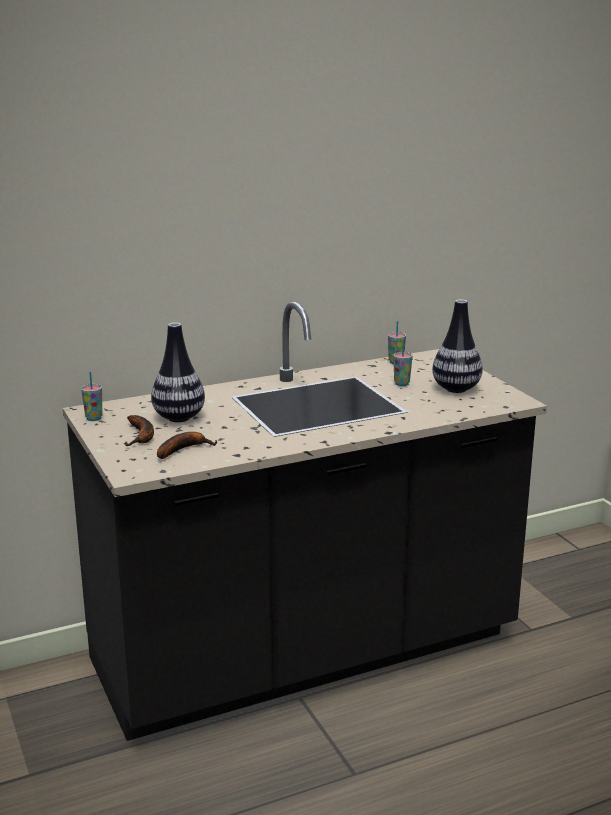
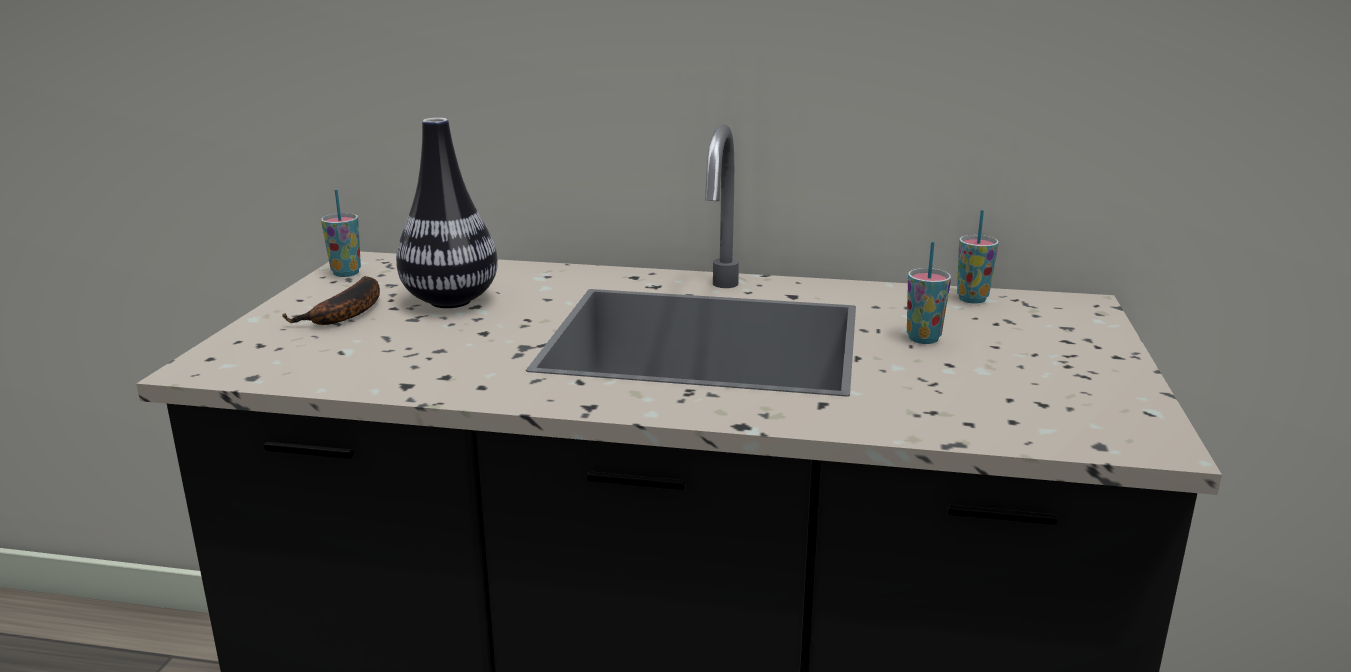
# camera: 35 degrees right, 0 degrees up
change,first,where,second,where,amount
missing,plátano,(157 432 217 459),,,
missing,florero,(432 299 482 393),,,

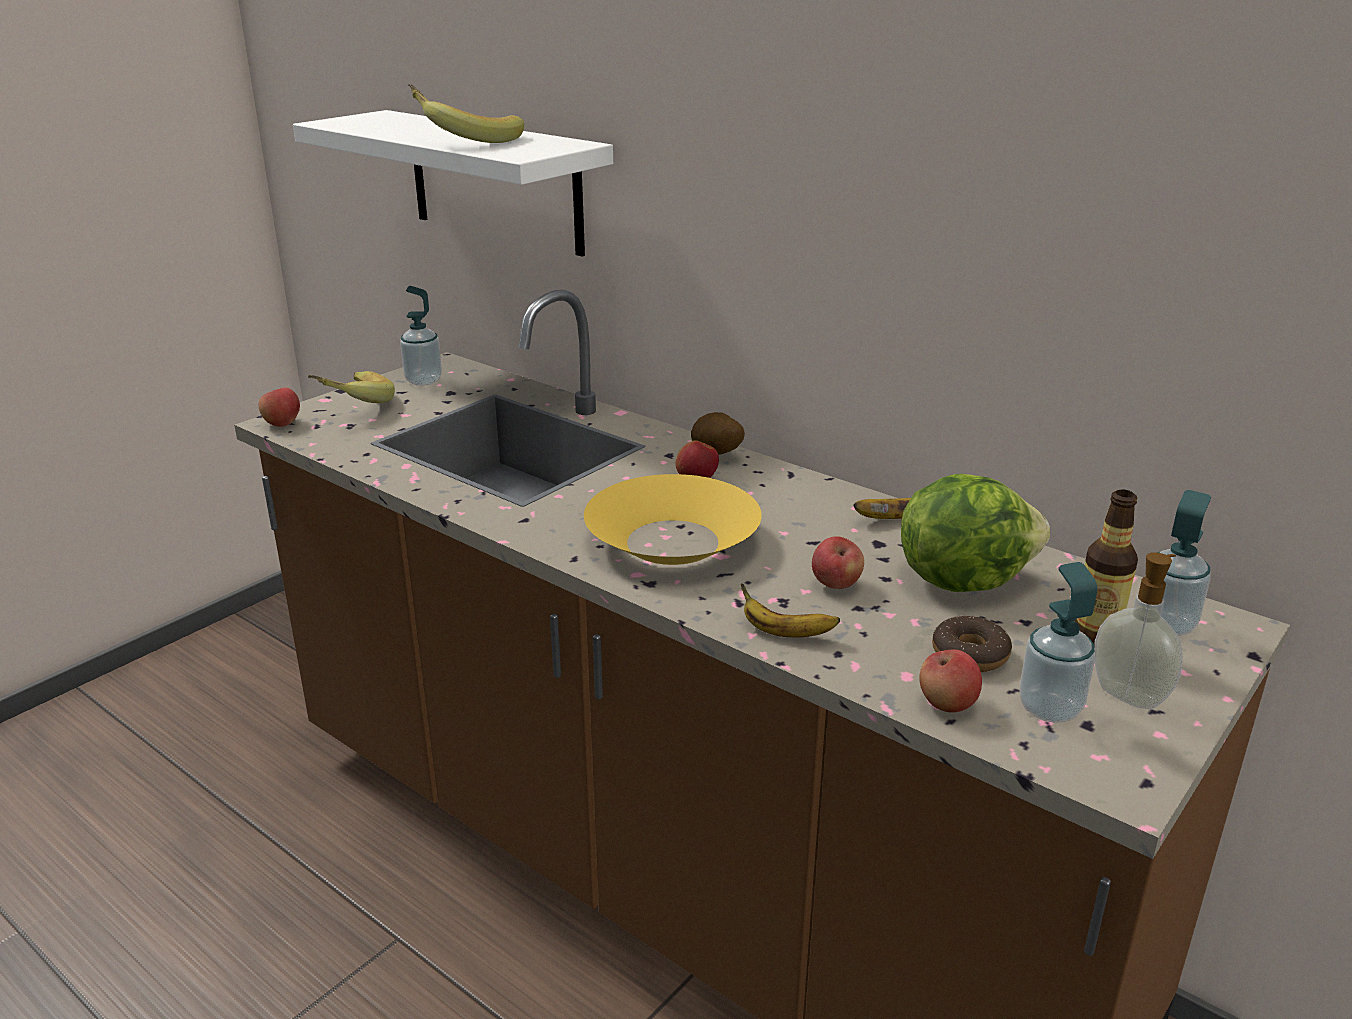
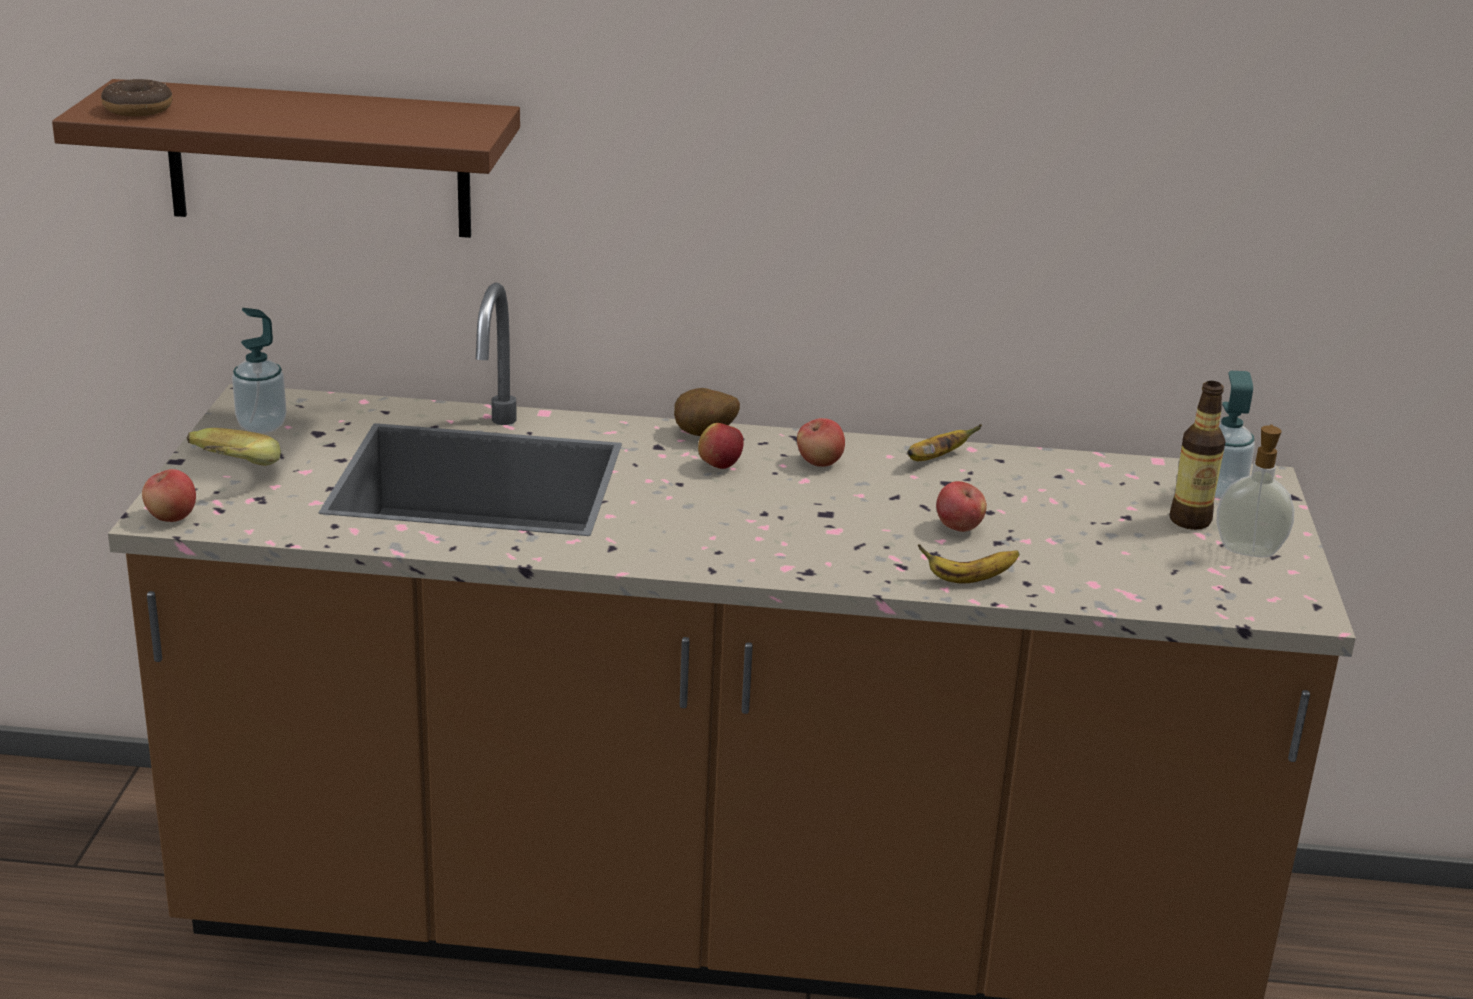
# camera: 35 degrees left, 0 degrees up
change,first,where,second,where,amount
missing,plátano,(408 84 524 143),,,
missing,cuenco (amarillo),(584 474 762 565),,,
missing,lechuga,(901 474 1050 592),,,
missing,dispensador de jabón,(1020 562 1097 723),,,
relocated,manzana,(919 650 982 713),,(797 418 845 467),
relocated,rosquilla,(932 616 1012 672),,(101 79 173 116),
colour,estante (blanco),(293 110 613 257),estante (marrón),(52 79 520 238),

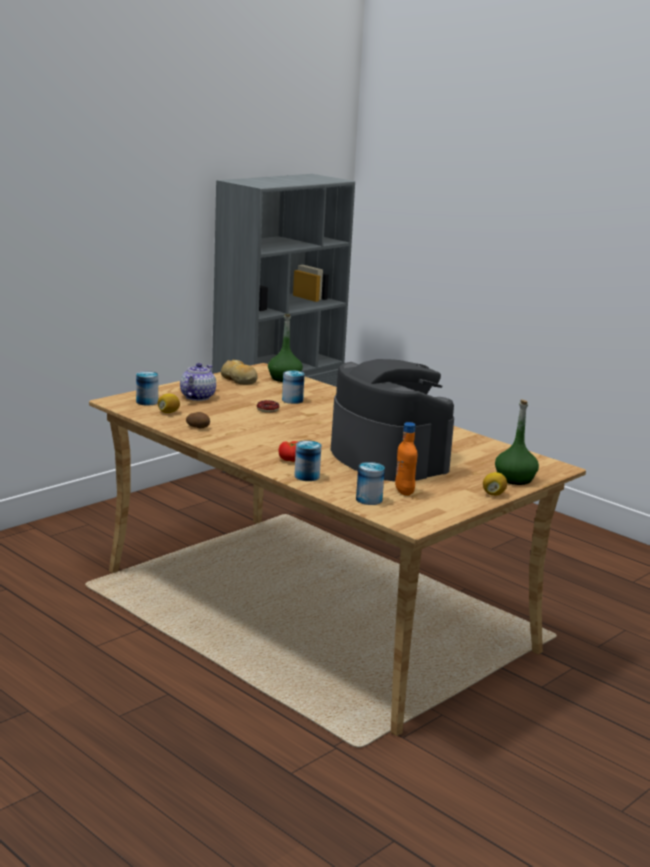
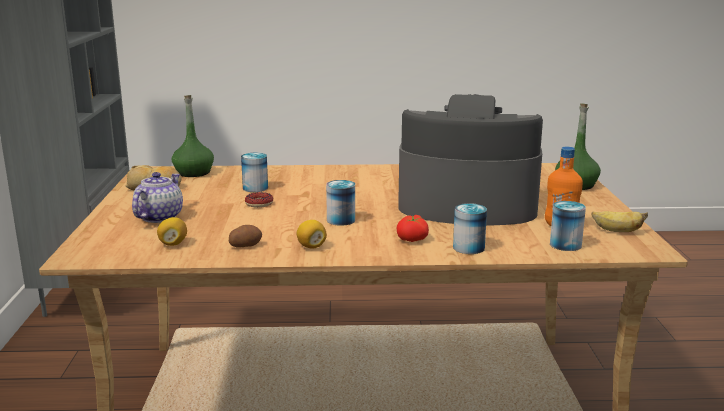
# camera: 45 degrees left, 0 degrees up
change,first,where,second,where,amount
appeared,,,plátano,(592 211 648 232),
relocated,lata,(136 371 158 406),,(326 180 355 226),
relocated,limón,(483 472 507 496),,(296 220 327 248),
spun,tetera,(180 363 216 401),,(132 172 183 223),45 degrees clockwise

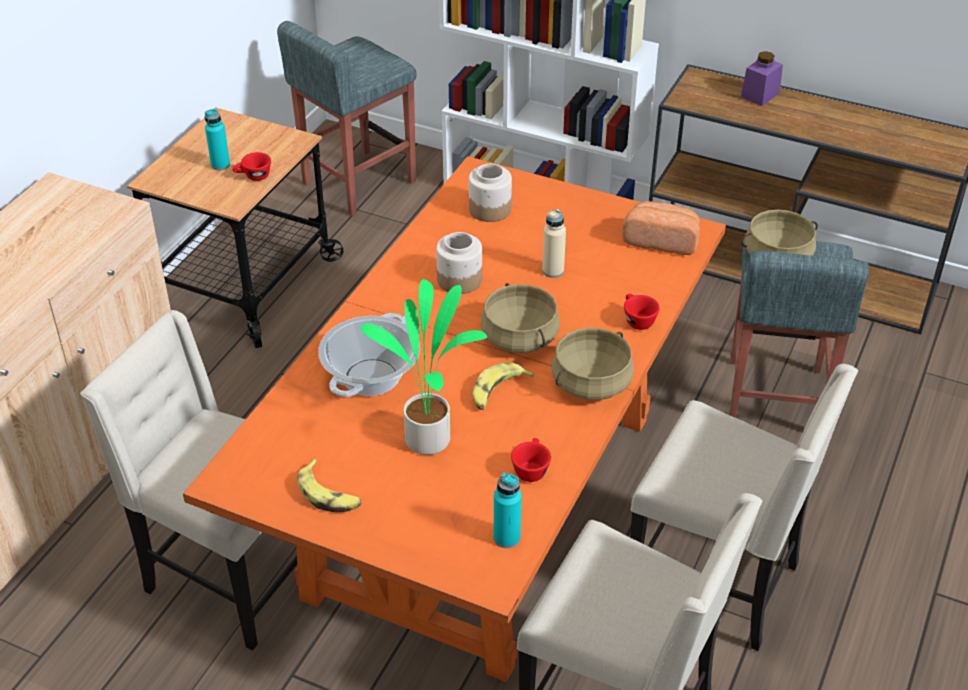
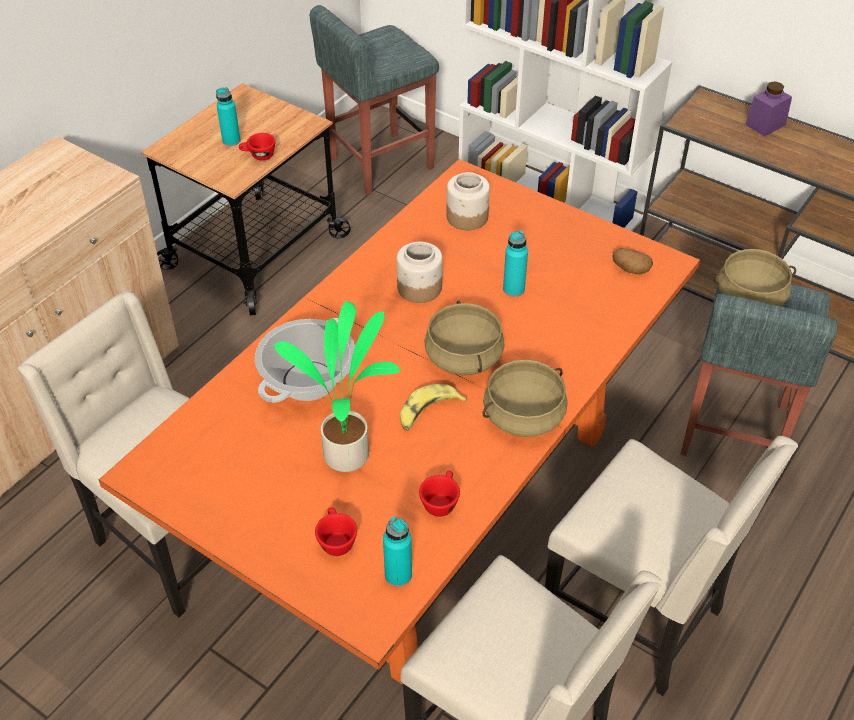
# camera: 10 degrees right, 5 degrees up
change,first,where,second,where,amount
missing,plátano,(297 459 362 512),,,
relocated,taza (rojo),(624 294 660 330),,(315 508 357 556),
exchanged,pan,(622 201 700 255),patata,(612 248 653 274),
colour,botella (beis),(542 209 566 278),botella (turquesa),(503 230 528 297),

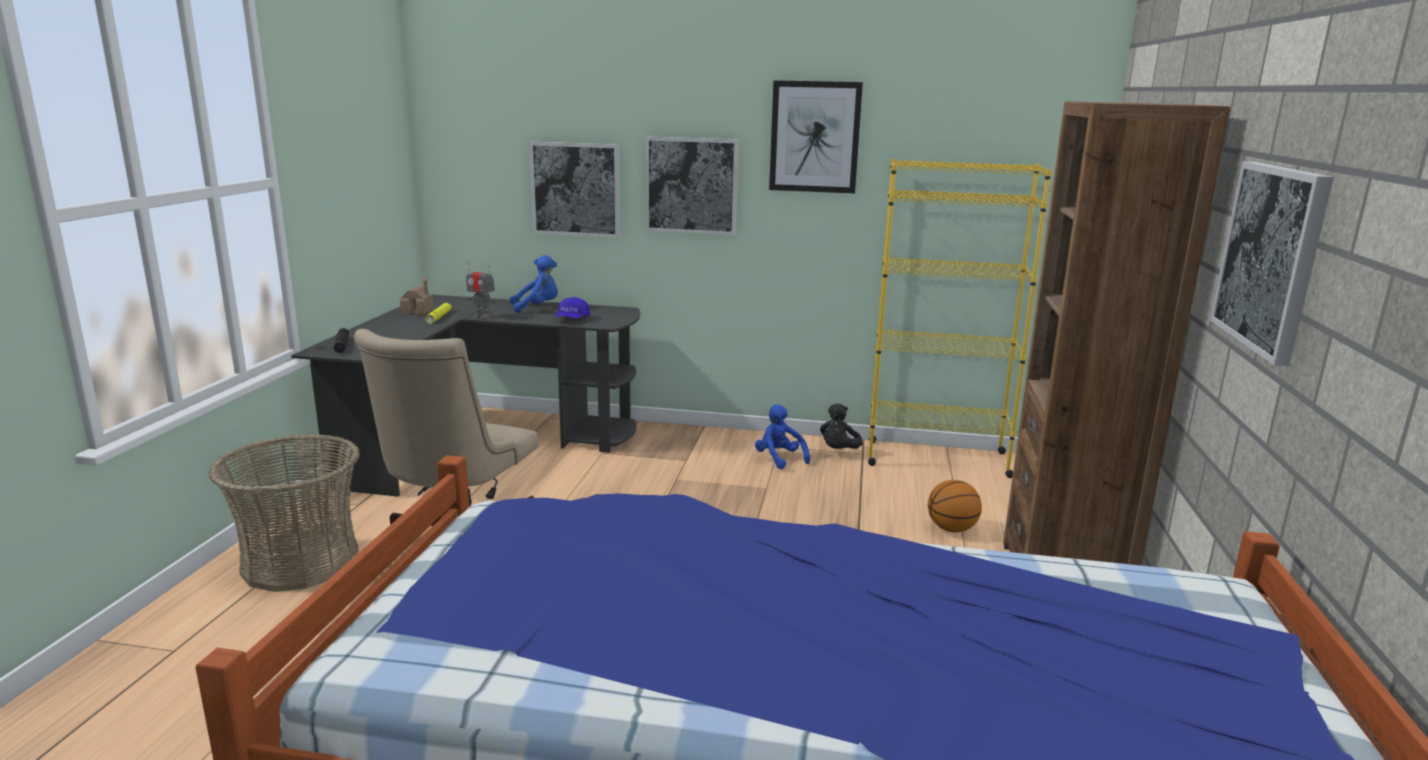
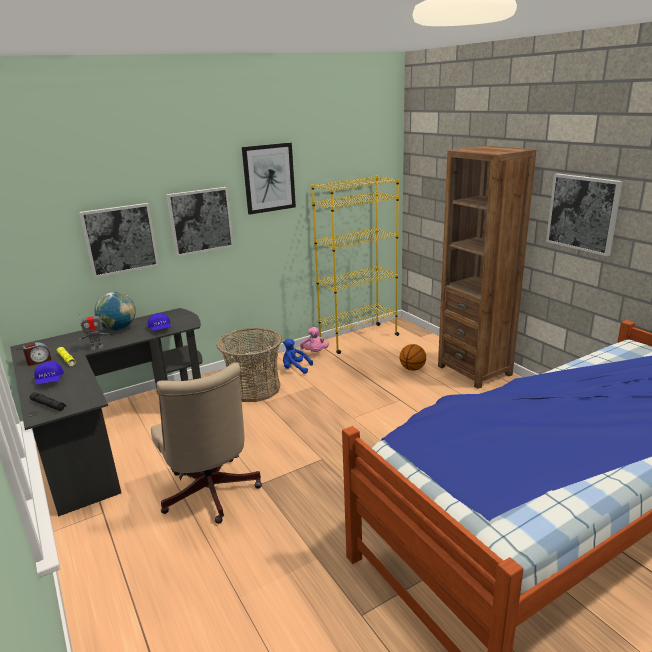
# camera: 40 degrees left, 5 degrees up
change,first,where,second,where,amount
appeared,,,gorra (azul),(34 362 64 385),
relocated,cesta,(209 434 360 592),,(216 327 282 402),
exchanged,casita,(400 276 434 315),despertador,(22 342 51 366),
exchanged,peluche (azul),(510 255 558 313),globo terráqueo,(94 292 136 330),
colour,peluche (negro),(820 404 863 449),peluche (rosa),(300 327 329 352),

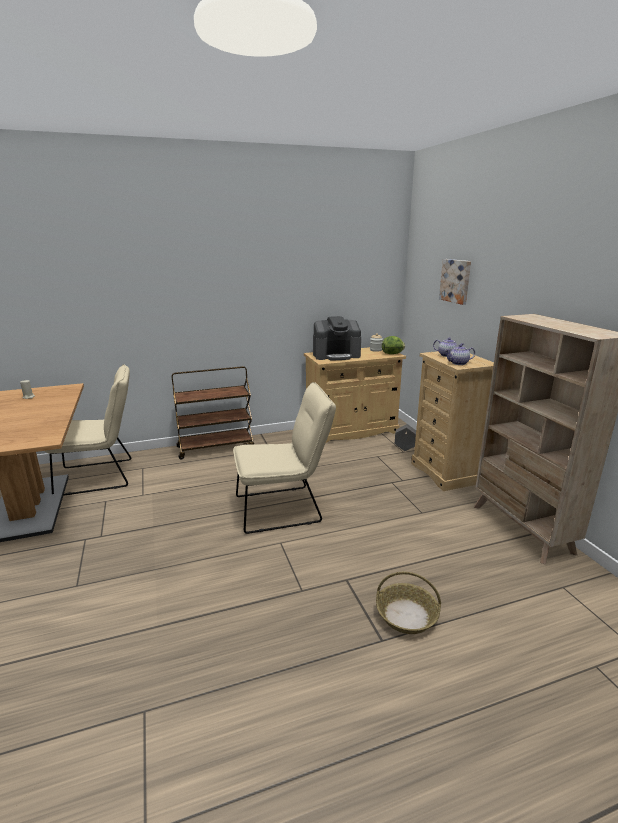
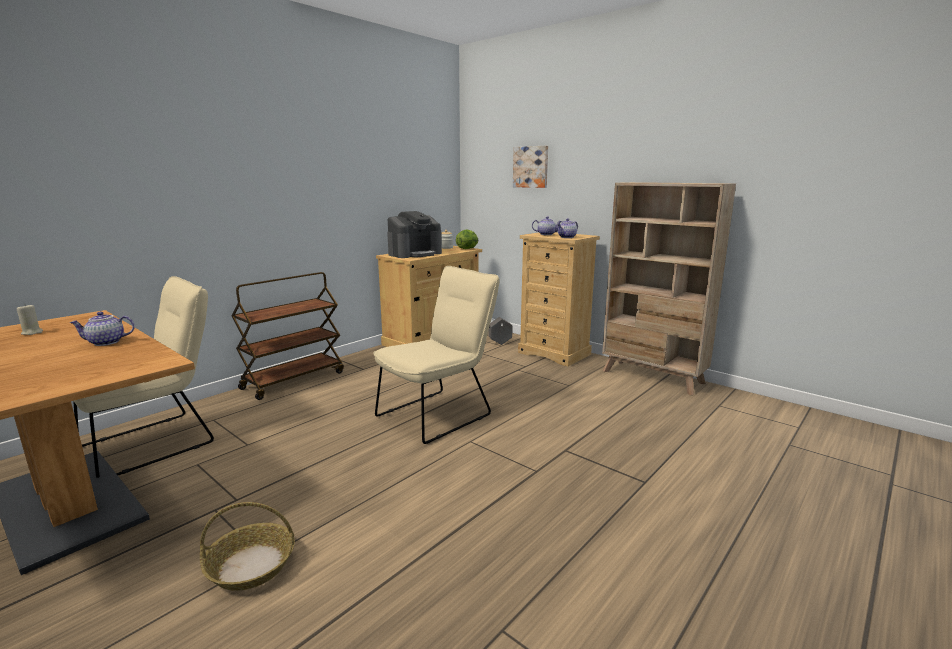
# camera: 30 degrees left, 5 degrees down
change,first,where,second,where,amount
appeared,,,tetera,(69 312 135 346),
relocated,cesta,(376 572 441 634),,(200 502 295 591),

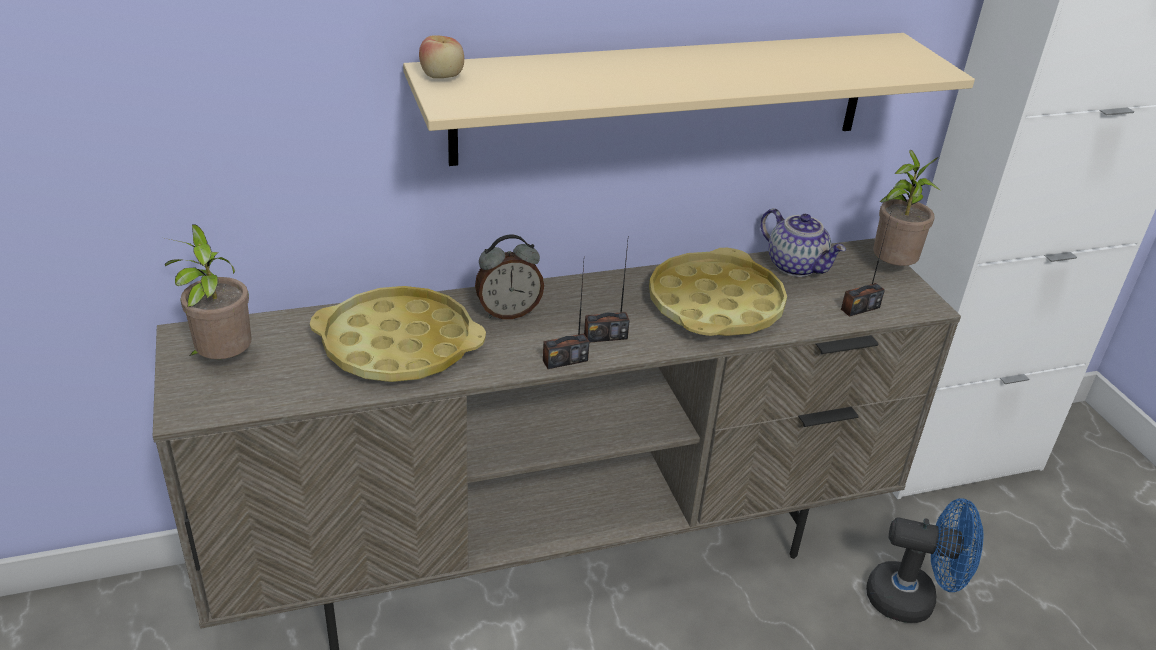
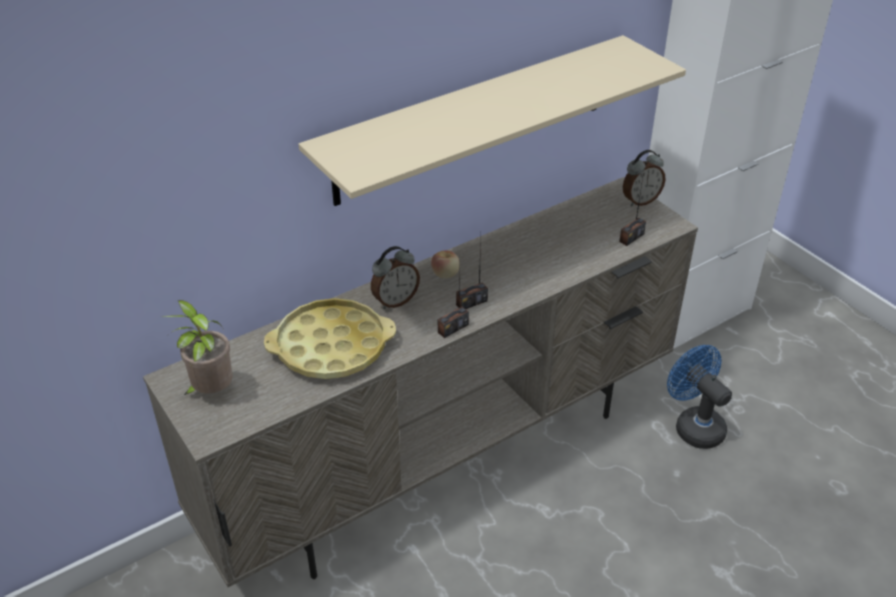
# camera: 15 degrees left, 5 degrees up
change,first,where,second,where,amount
missing,bandeja (amarillo),(649 248 787 336),,,
missing,tetera,(760 208 846 277),,,
relocated,manzana,(419 35 464 78),,(431 250 459 278),
exchanged,planta en maceta,(873 150 940 266),despertador,(623 150 665 207),
spun,ventilador (azul),(866 498 983 623),,(667 345 732 449),120 degrees counterclockwise

